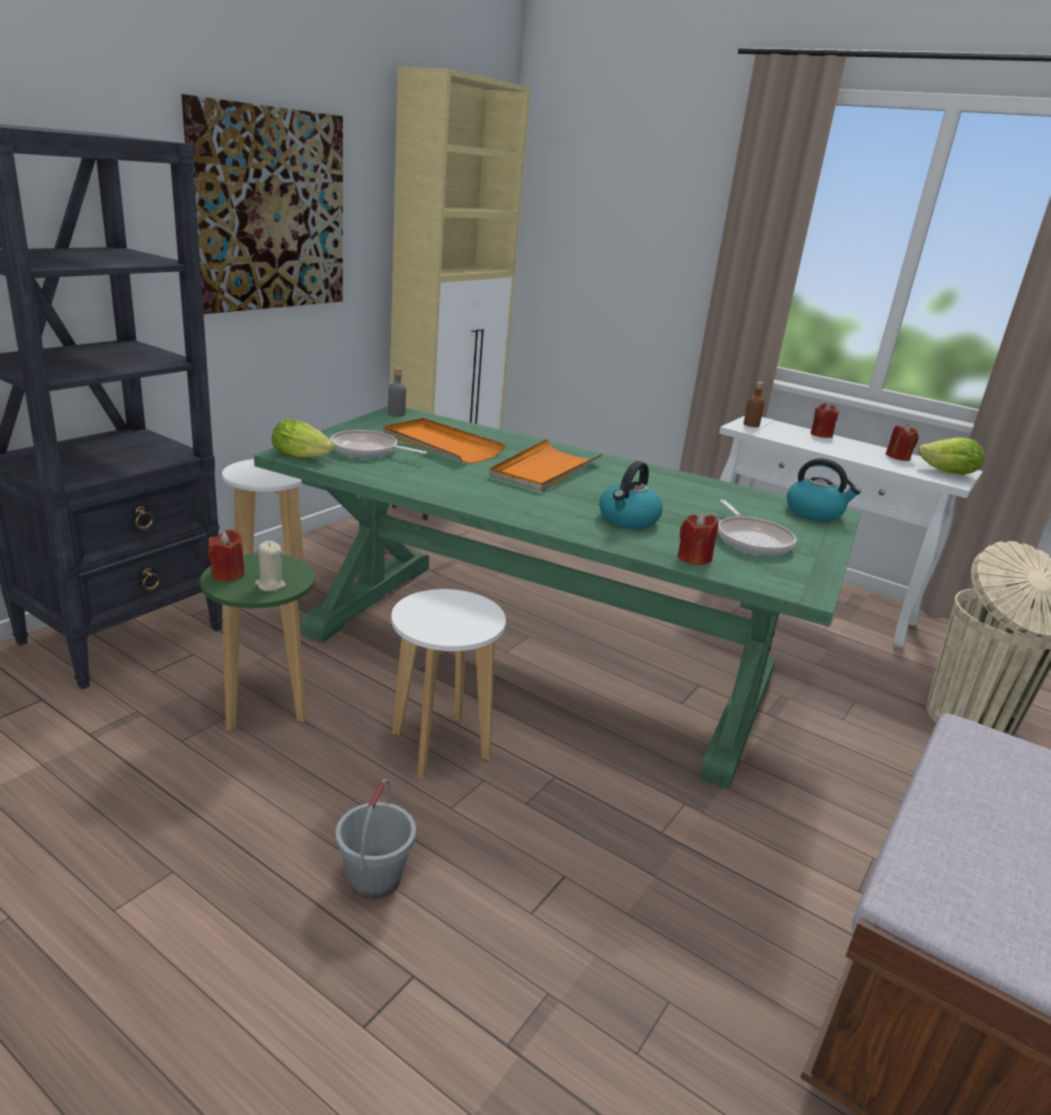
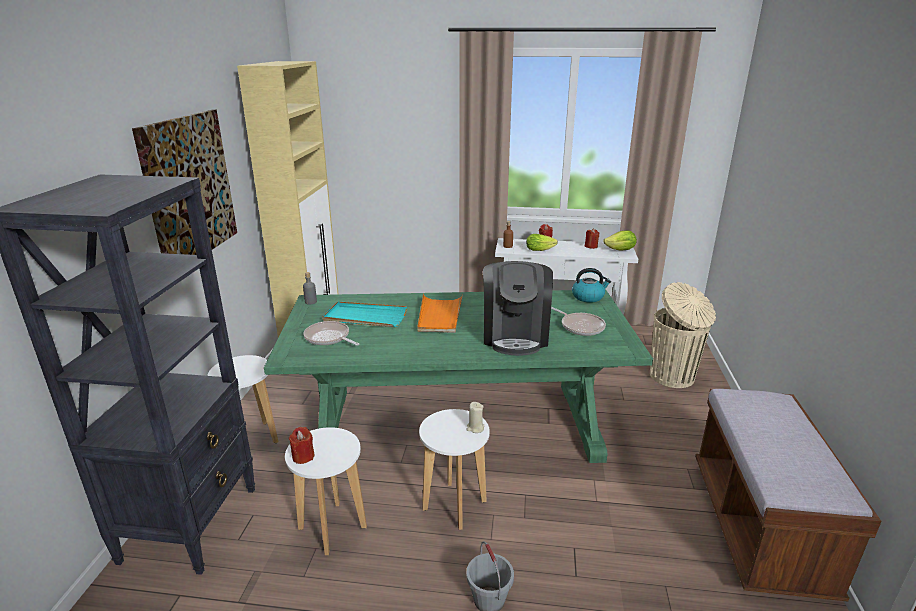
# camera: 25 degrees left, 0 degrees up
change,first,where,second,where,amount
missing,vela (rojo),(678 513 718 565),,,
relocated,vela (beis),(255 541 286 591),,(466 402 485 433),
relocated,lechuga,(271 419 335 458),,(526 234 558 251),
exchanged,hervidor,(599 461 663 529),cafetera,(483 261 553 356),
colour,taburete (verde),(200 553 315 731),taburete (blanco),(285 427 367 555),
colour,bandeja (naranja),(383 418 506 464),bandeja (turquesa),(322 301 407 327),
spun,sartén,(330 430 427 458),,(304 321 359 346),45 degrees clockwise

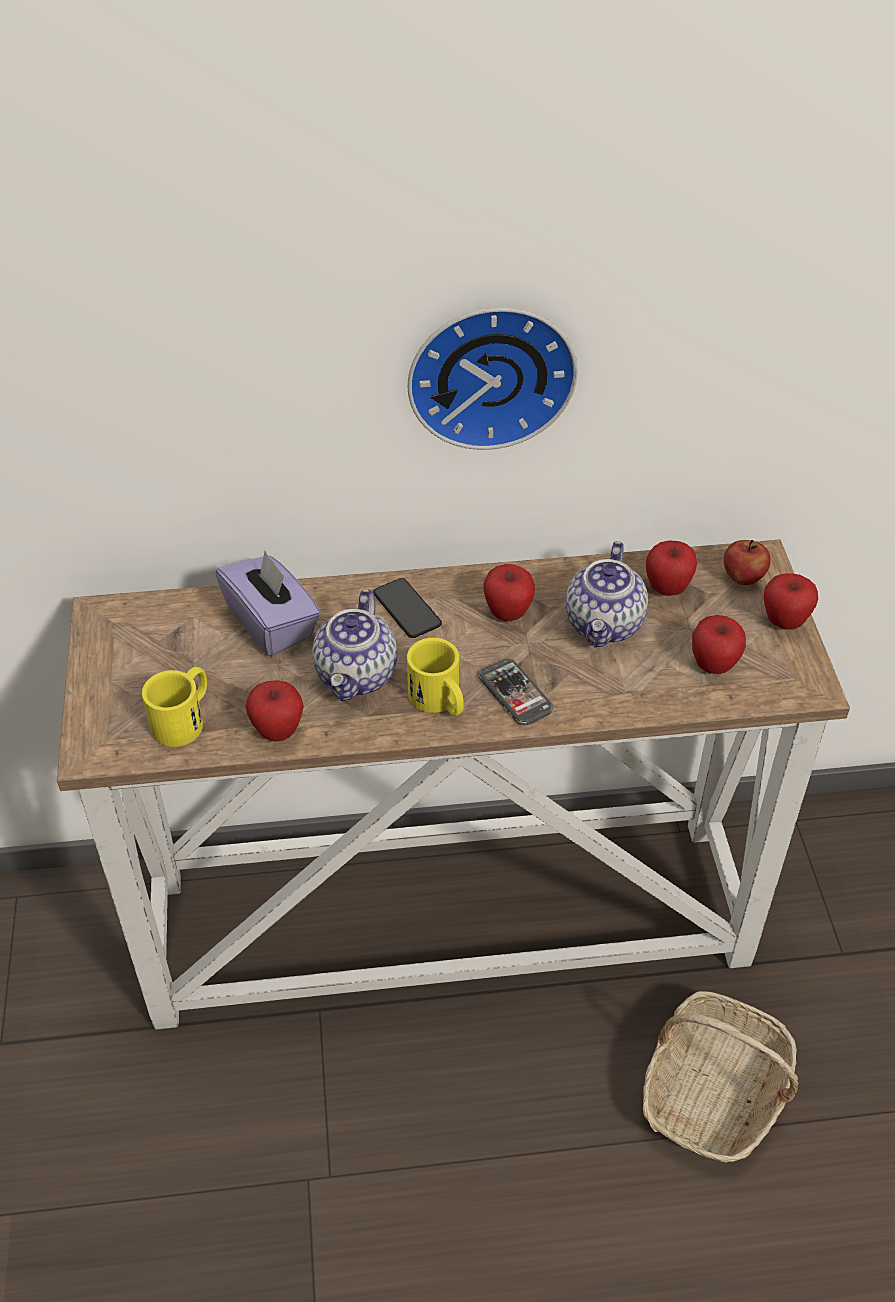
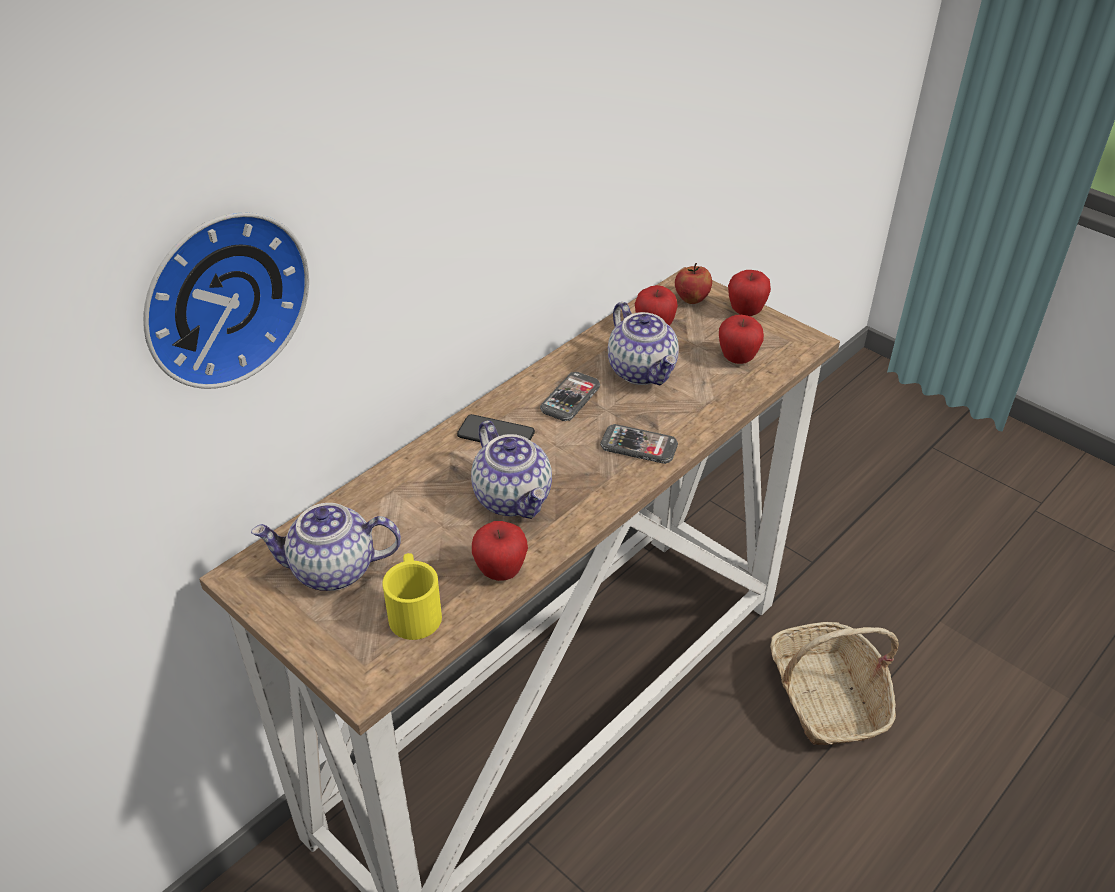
# camera: 40 degrees left, 5 degrees down
change,first,where,second,where,amount
missing,caja de pañuelos (morado),(215 551 321 657),,,
missing,taza grande (amarillo),(407 638 464 716),,,
appeared,,,tetera,(251 503 401 591),
relocated,reloj de pared,(408 307 577 450),,(143 212 309 389),
exchanged,manzana,(484 564 535 621),móvil,(540 372 600 421),

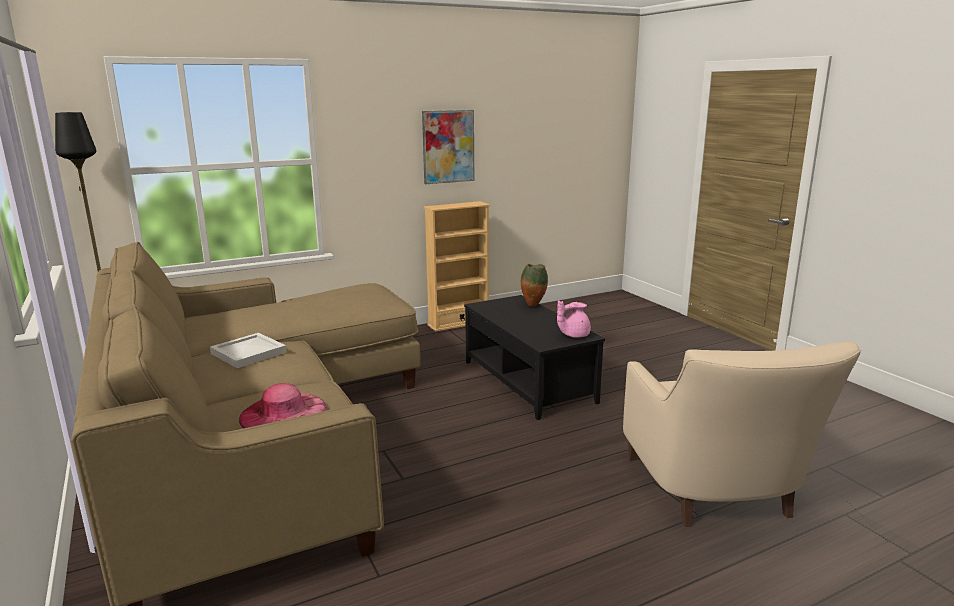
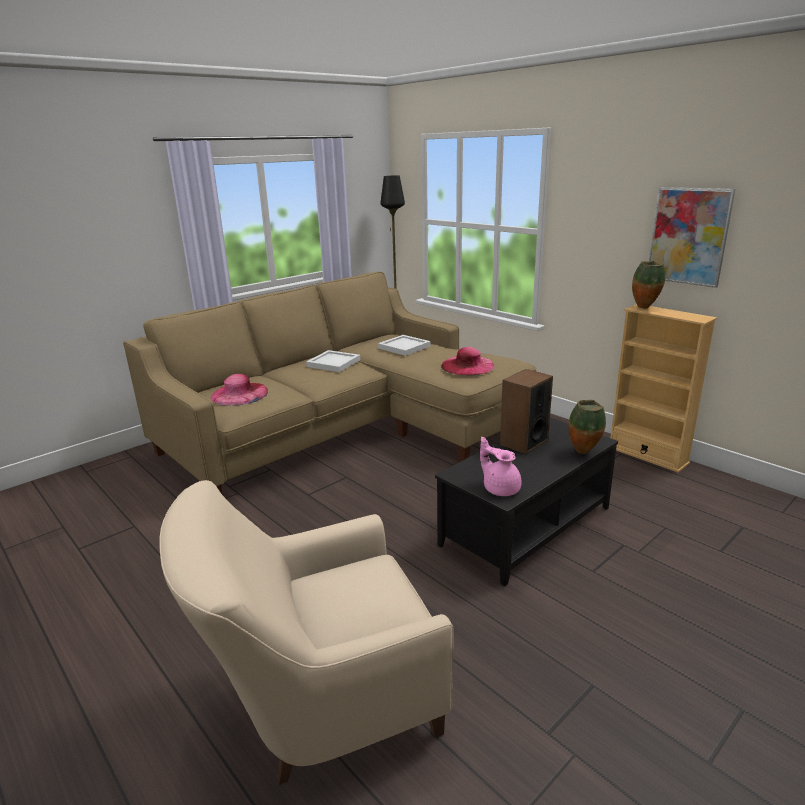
# camera: 75 degrees right, 5 degrees up
change,first,where,second,where,amount
appeared,,,bandeja (blanco),(378 335 430 356),
appeared,,,sombrero (rosa),(441 347 495 375),
appeared,,,altavoz,(500 369 553 454),
appeared,,,florero,(632 261 665 309),

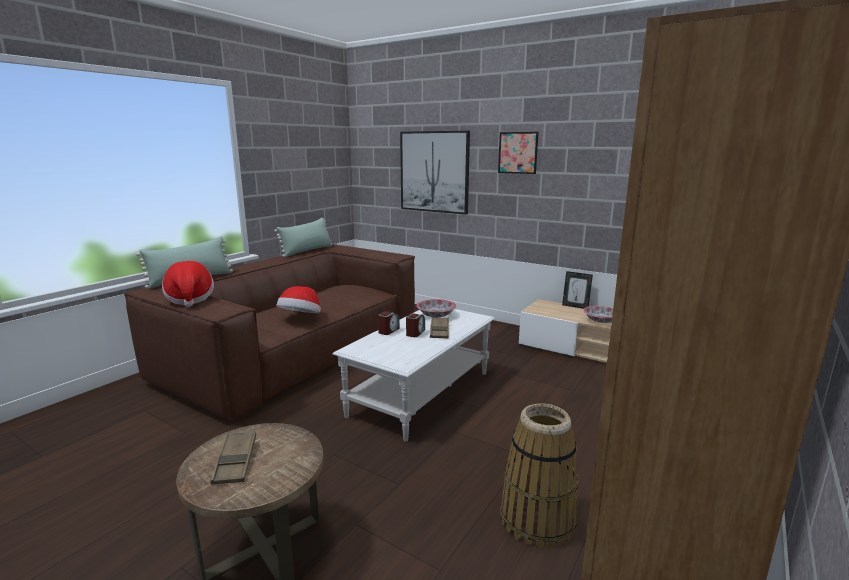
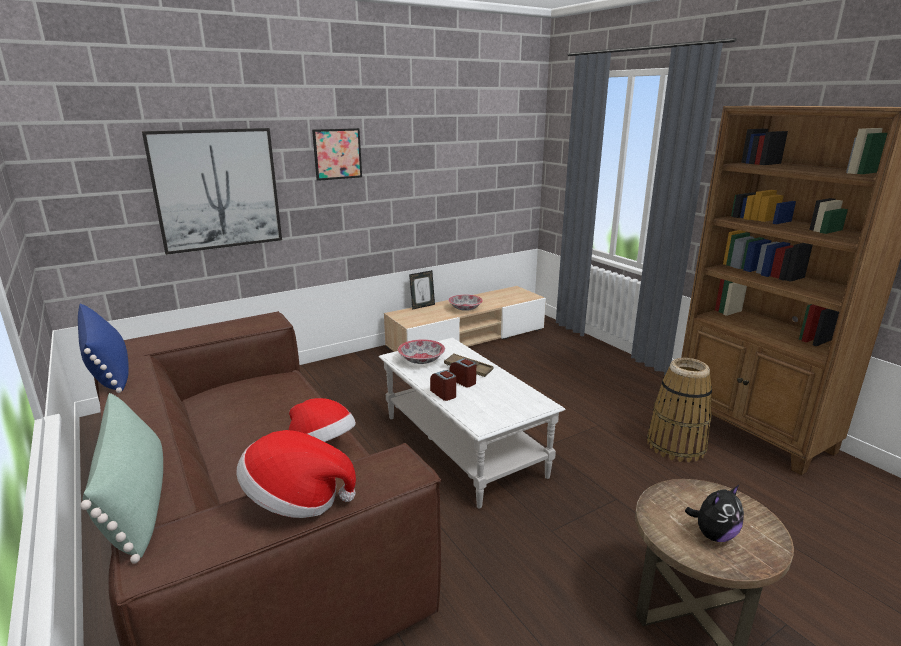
# camera: 65 degrees left, 5 degrees up
change,first,where,second,where,amount
exchanged,bandeja (marrón),(210 431 256 485),peluche,(685 485 744 542),
colour,cojín (verde),(274 218 332 257),cojín (azul),(78 304 129 393),

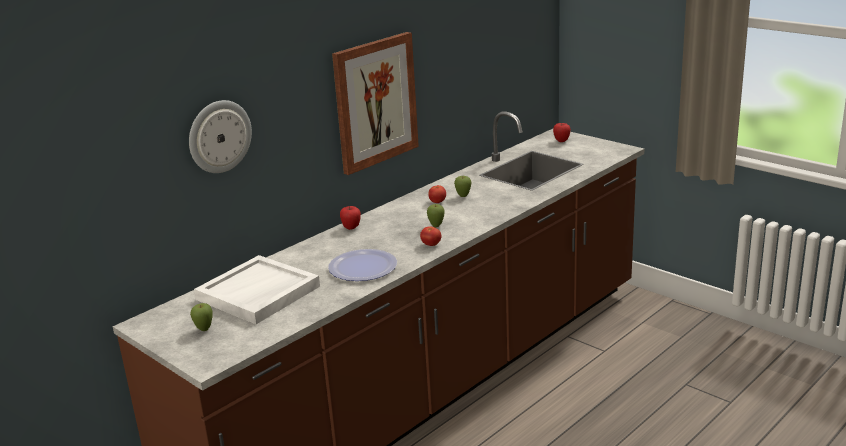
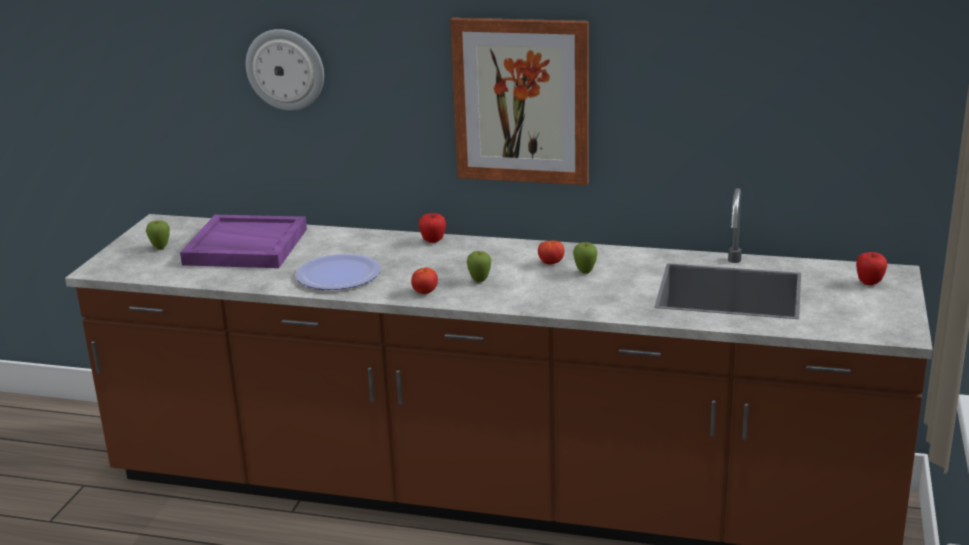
# camera: 60 degrees right, 0 degrees up
change,first,where,second,where,amount
colour,bandeja (blanco),(194 255 320 324),bandeja (morado),(180 215 307 268),

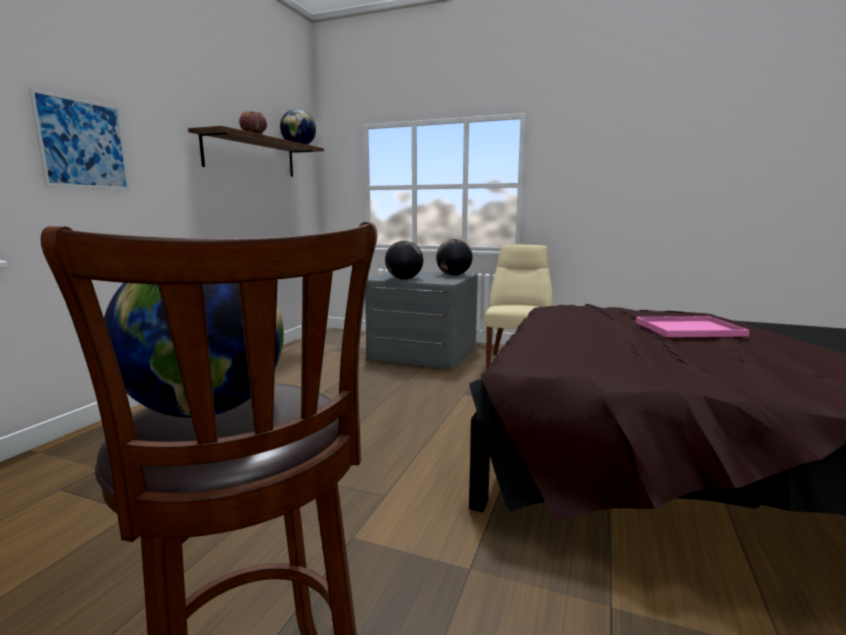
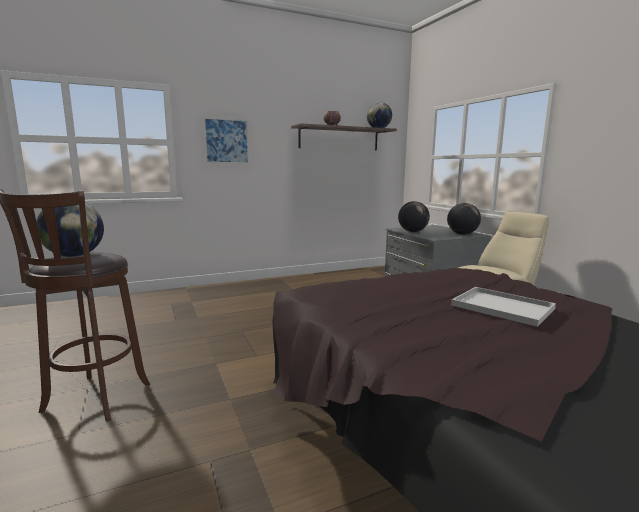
# camera: 45 degrees right, 0 degrees up
change,first,where,second,where,amount
colour,bandeja (rosa),(636 316 750 337),bandeja (blanco),(451 287 556 327),

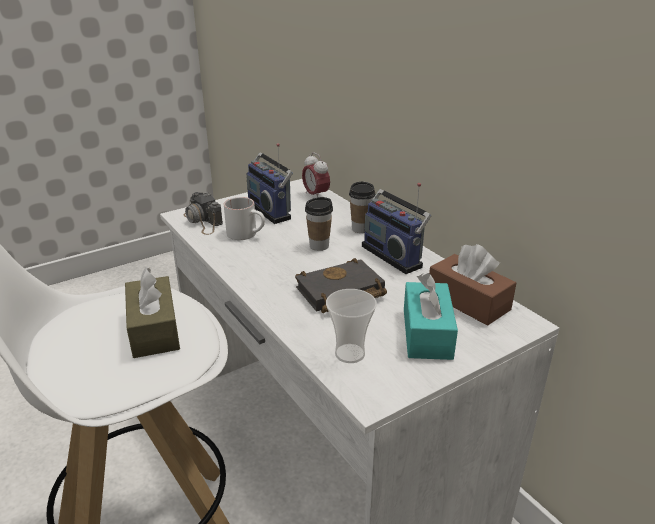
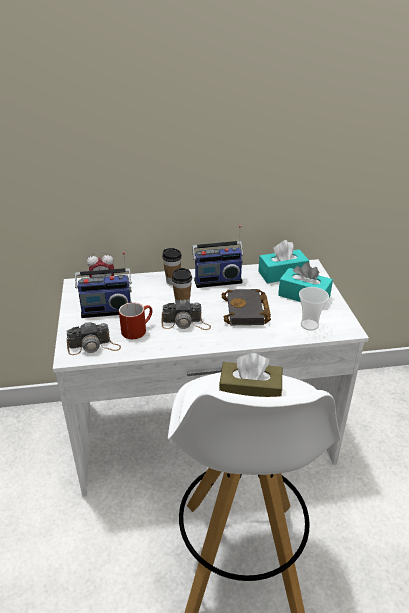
# camera: 65 degrees left, 5 degrees up
change,first,where,second,where,amount
appeared,,,cámara,(162 300 211 330),
colour,taza grande (blanco),(224 197 265 240),taza grande (rojo),(119 302 152 339),
colour,caja de pañuelos (marrón),(429 244 516 326),caja de pañuelos (turquesa),(258 240 309 283),

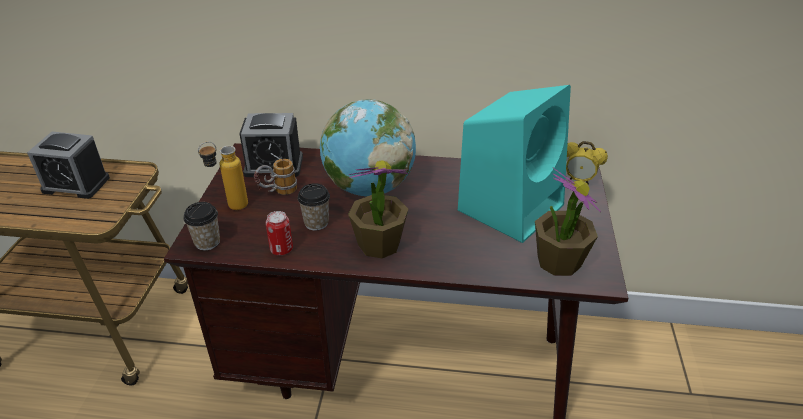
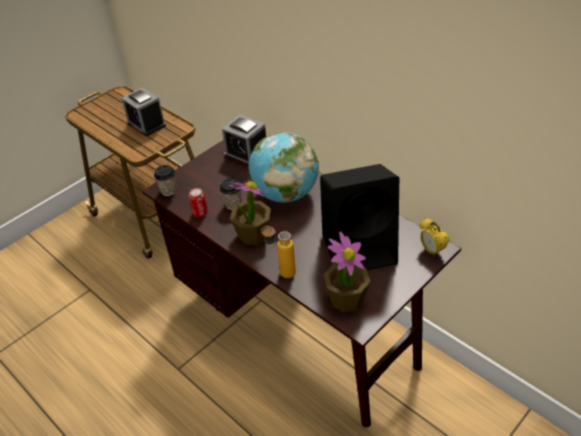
# camera: 40 degrees right, 5 degrees up
change,first,where,second,where,amount
missing,taza grande,(254 159 297 195),,,
relocated,botella,(198 141 248 210),,(261 226 296 278),
colour,altavoz (turquesa),(458 85 571 243),altavoz (negro),(320 164 399 270),

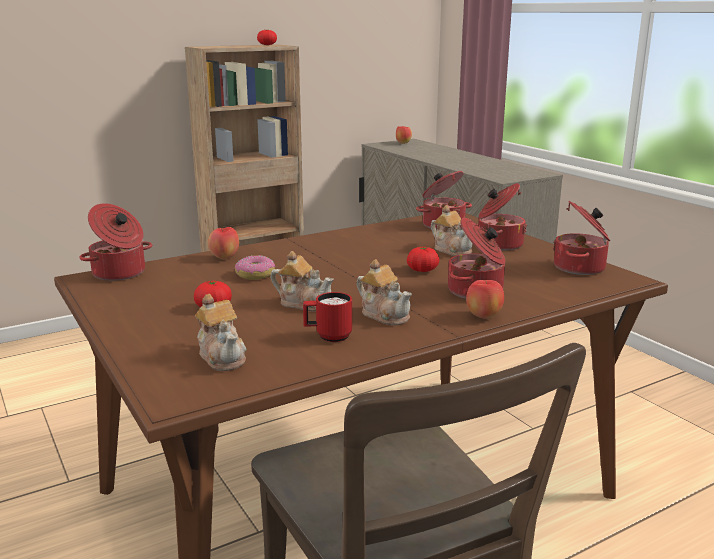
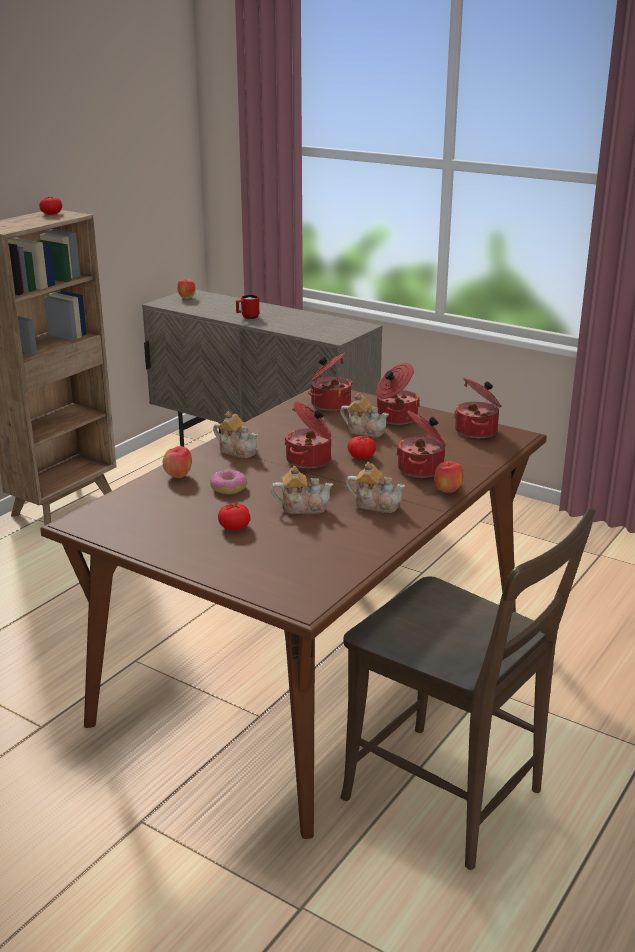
# camera: 25 degrees left, 5 degrees up
change,first,where,second,where,amount
relocated,olla,(79 203 152 281),,(285 402 331 468),
relocated,tetera,(195 294 246 371),,(213 411 258 458),
relocated,taza grande (rojo),(303 292 352 342),,(236 295 259 319),

